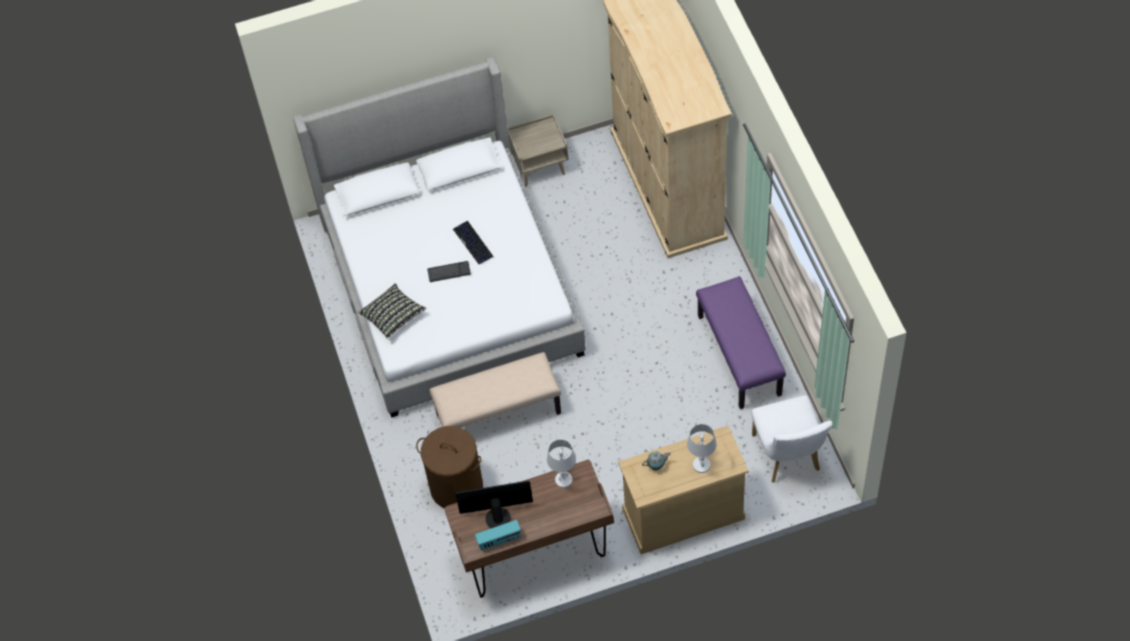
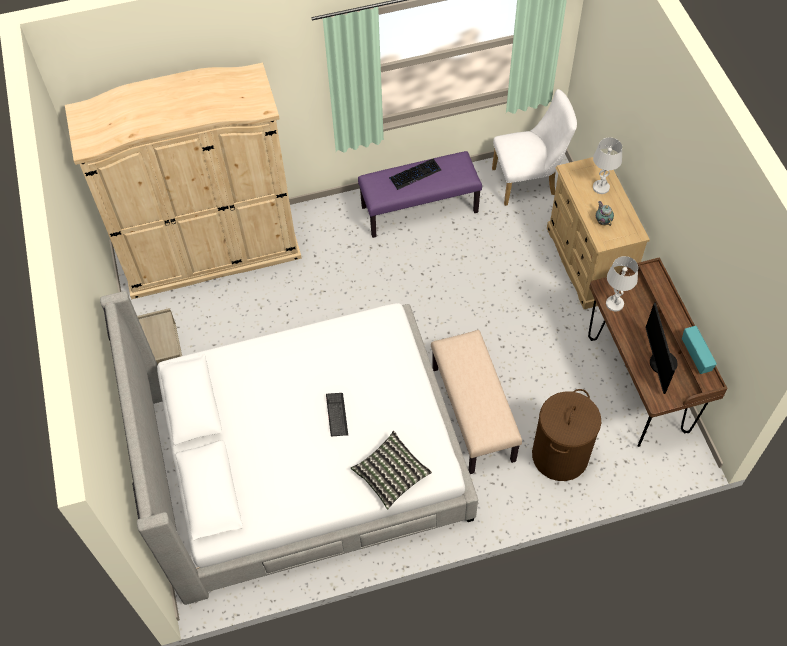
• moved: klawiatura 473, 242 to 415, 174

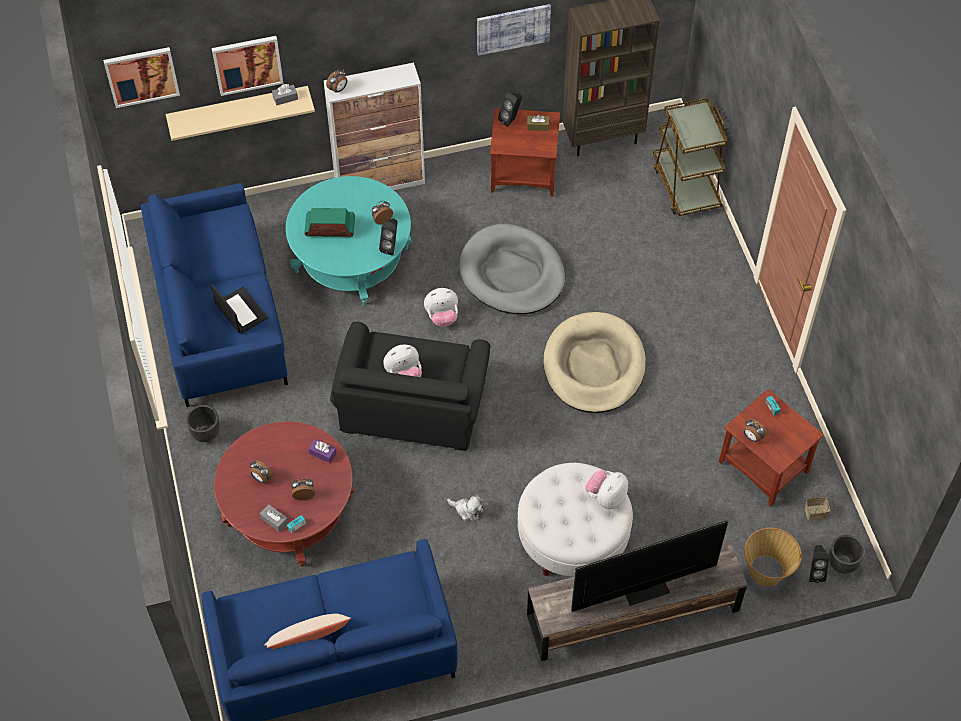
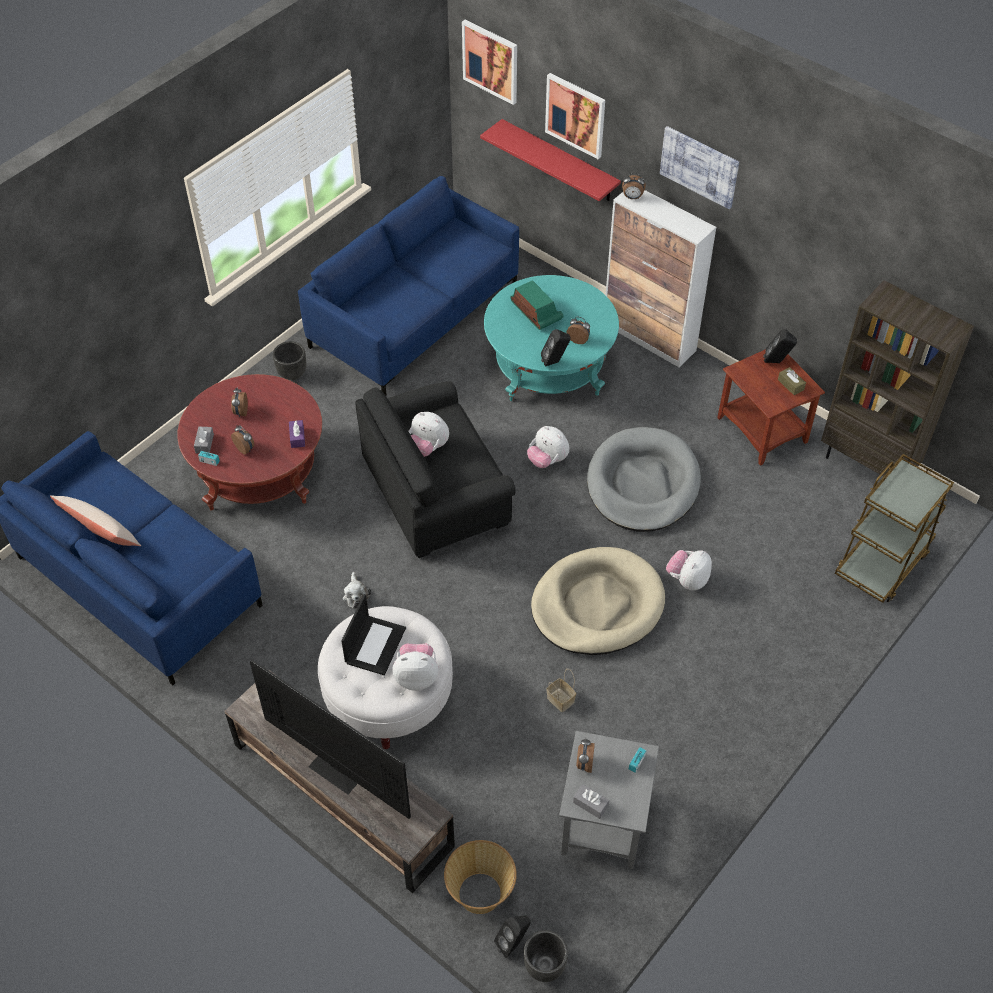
• added: pluszak 689, 570
• moved: laptop 239, 309 to 373, 634
• moved: pudełko chusteczek [szary] 285, 94 to 591, 801
• moved: obraz 514, 30 to 699, 167
• moved: koszyk 817, 503 to 561, 690
• recoloured: półka [beżowy] 240, 113 to półka [czerwony] 550, 160
• recoloured: stolik [brązowy] 771, 448 to stolik [szary] 609, 800

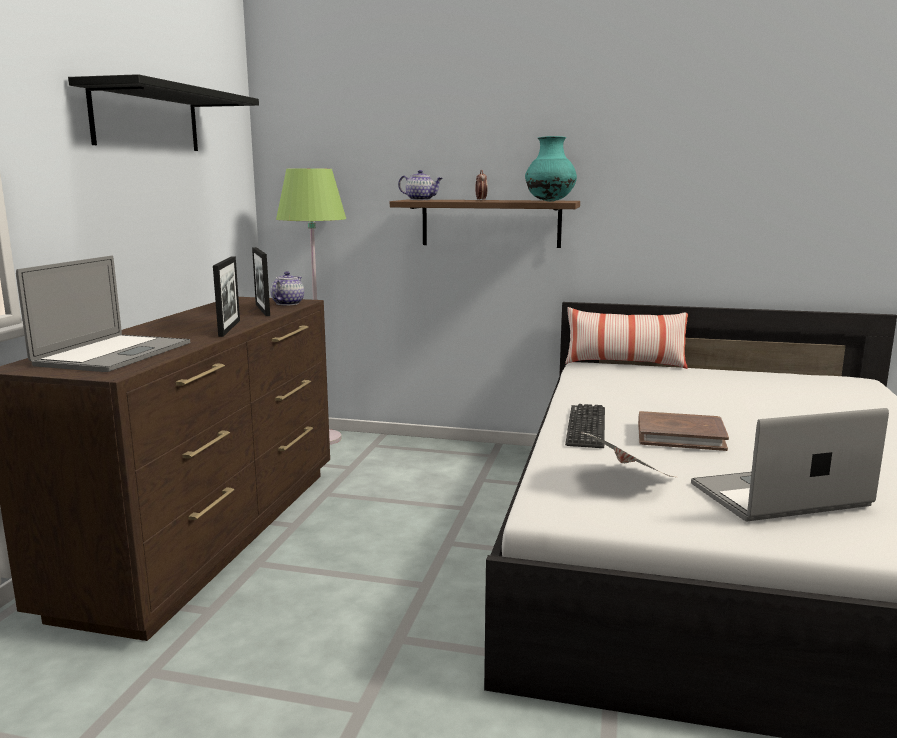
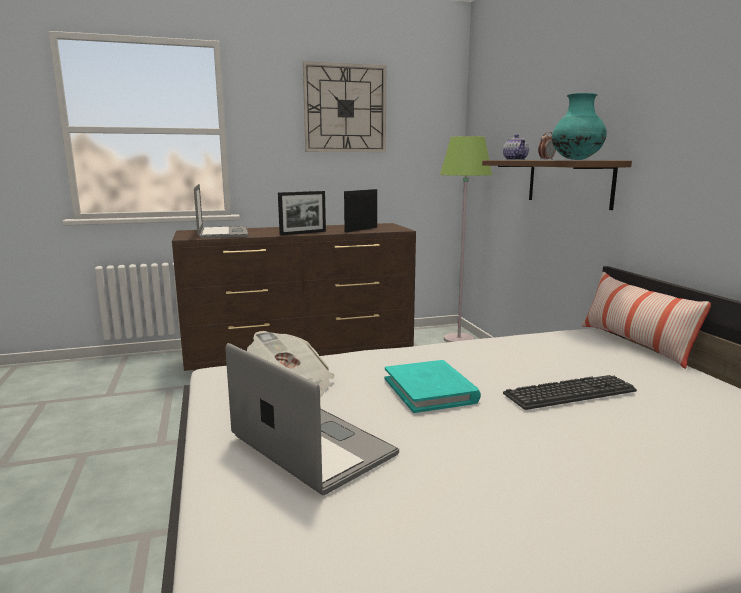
• removed: imbryk 287, 288
• moved: klawiatura 585, 426 to 570, 392
• replaced: półka [czarny] 163, 112 to zegar ścienny 344, 106
• recoloured: książka [brązowy] 683, 431 to książka [turkusowy] 433, 386
• turned: laptop 103, 314 = 221, 211 90 degrees counterclockwise

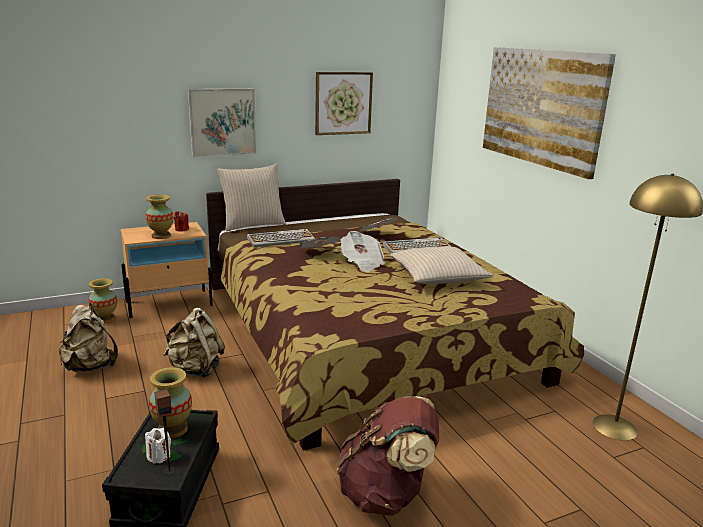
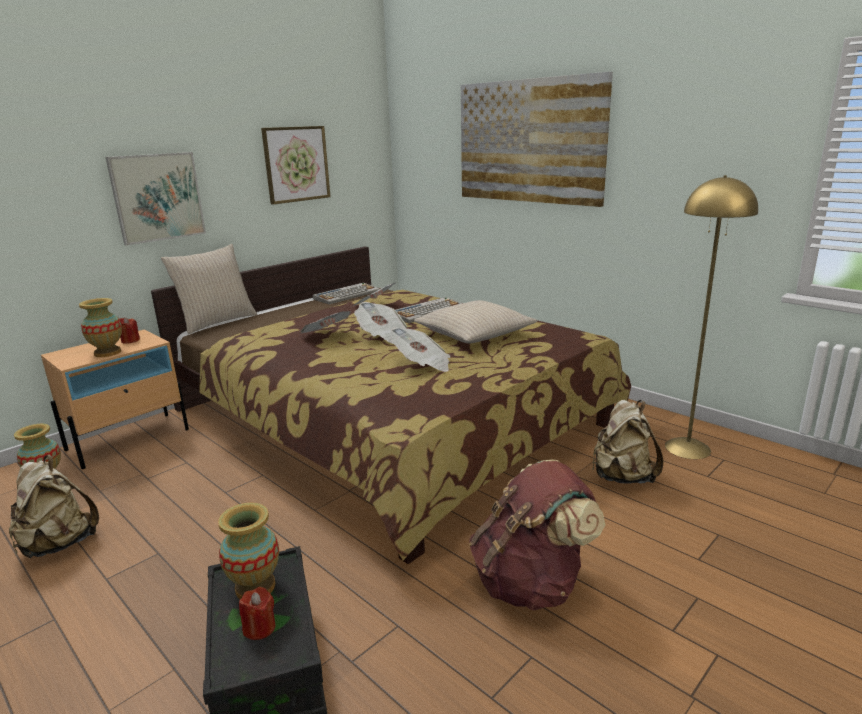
• removed: głośnik 165, 432
• added: gazeta 420, 350
• moved: plecak [beżowy] 194, 343 to 627, 442
• moved: klawiatura 281, 238 to 345, 293
• recoloured: świeca [biały] 158, 446 to świeca [czerwony] 257, 613

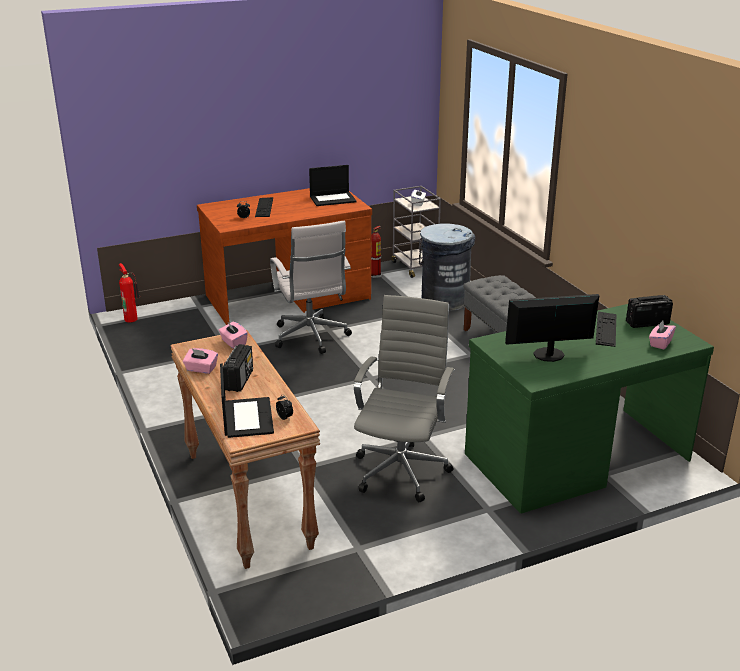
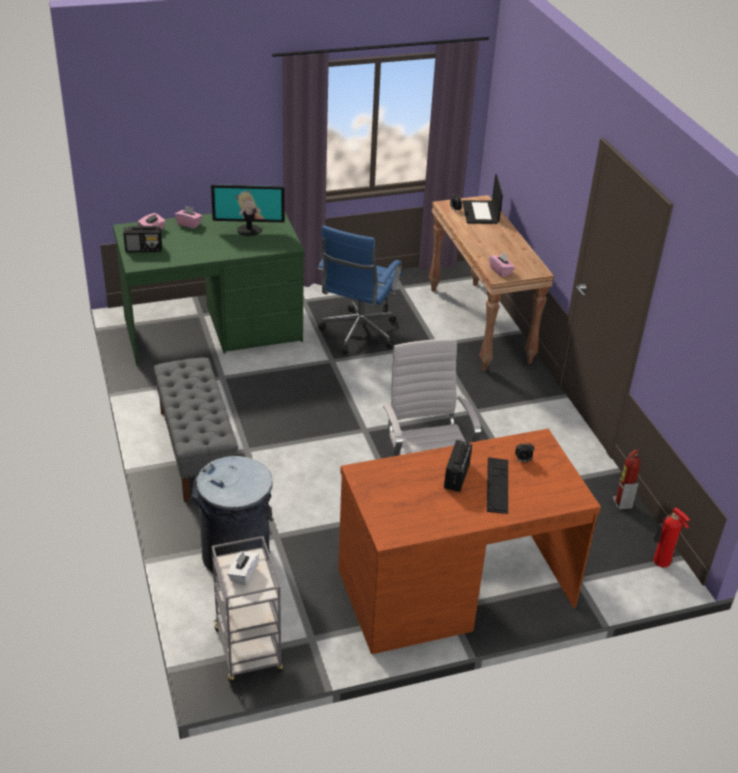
• removed: laptop 333, 185
• removed: klawiatura 606, 329
• moved: pudełko chusteczek [różowy] 200, 361 to 188, 217
• moved: radio 238, 368 to 458, 466
• moved: gaśnica 376, 252 to 626, 480
• recoloured: krzesło biurowe [szary] 404, 398 to krzesło biurowe [niebieski] 359, 289

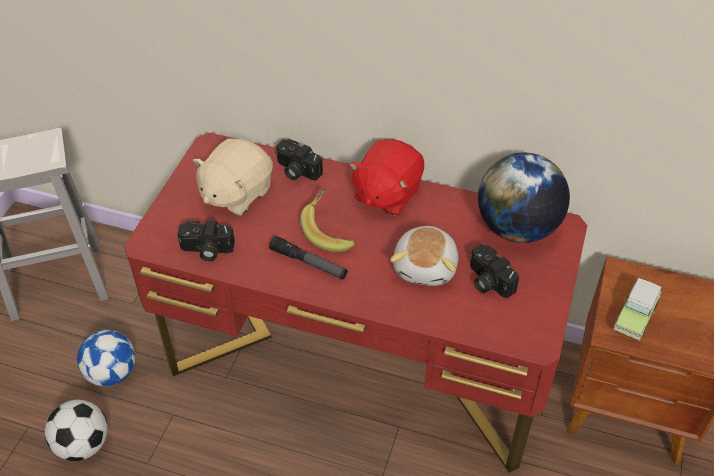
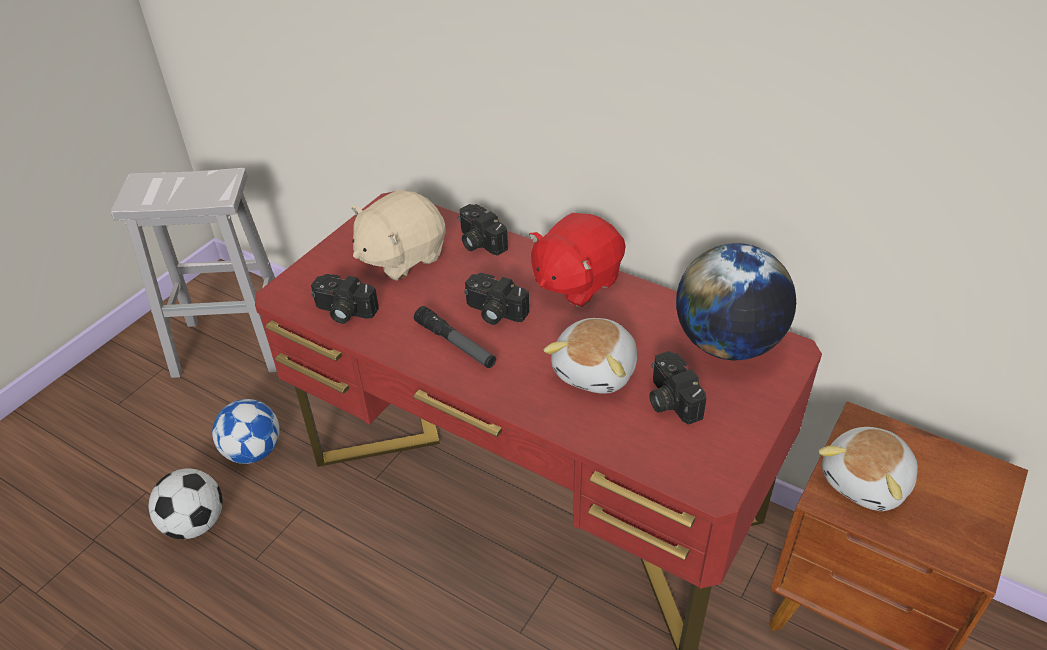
• replaced: banan 327, 219 to aparat fotograficzny 496, 299
• replaced: samochodzik 637, 309 to pluszak 868, 469

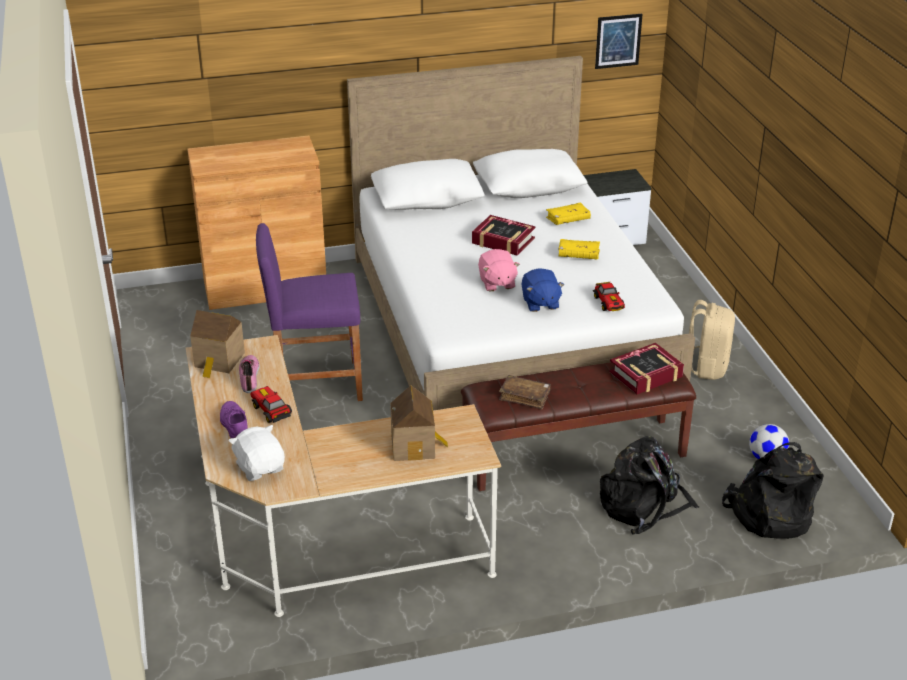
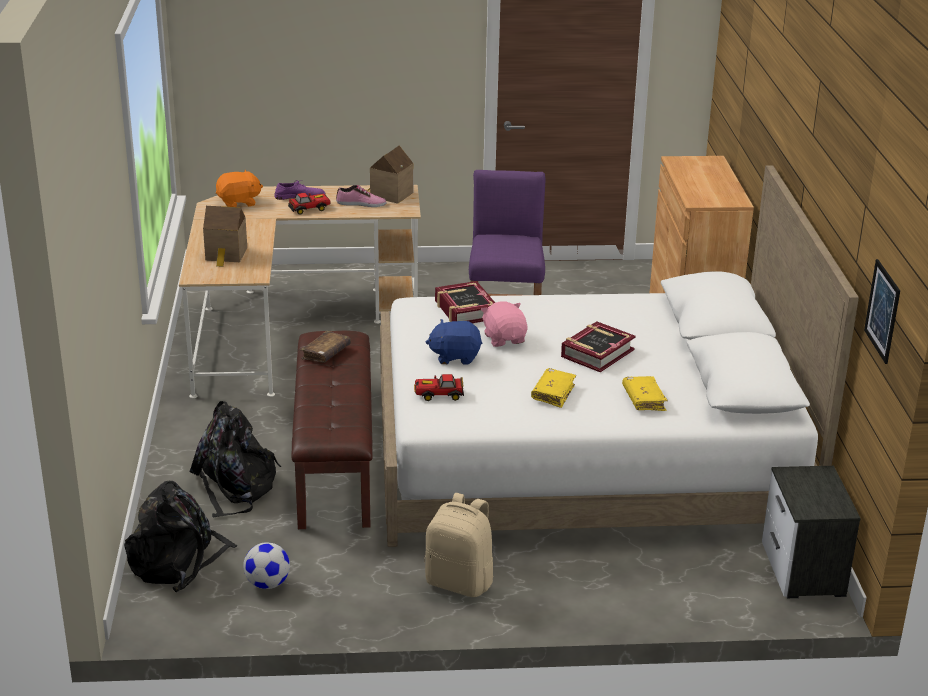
• moved: książka 646, 368 to 465, 302
• recoloured: pluszak [biały] 256, 453 to pluszak [pomarańczowy] 239, 188
• turned: pluszak [różowy] 499, 270 = 504, 324 75 degrees clockwise

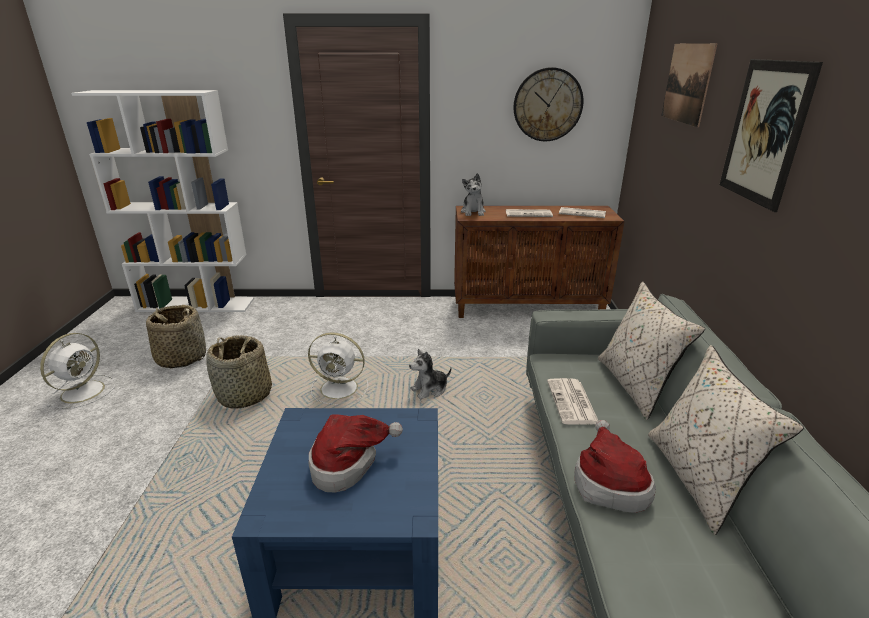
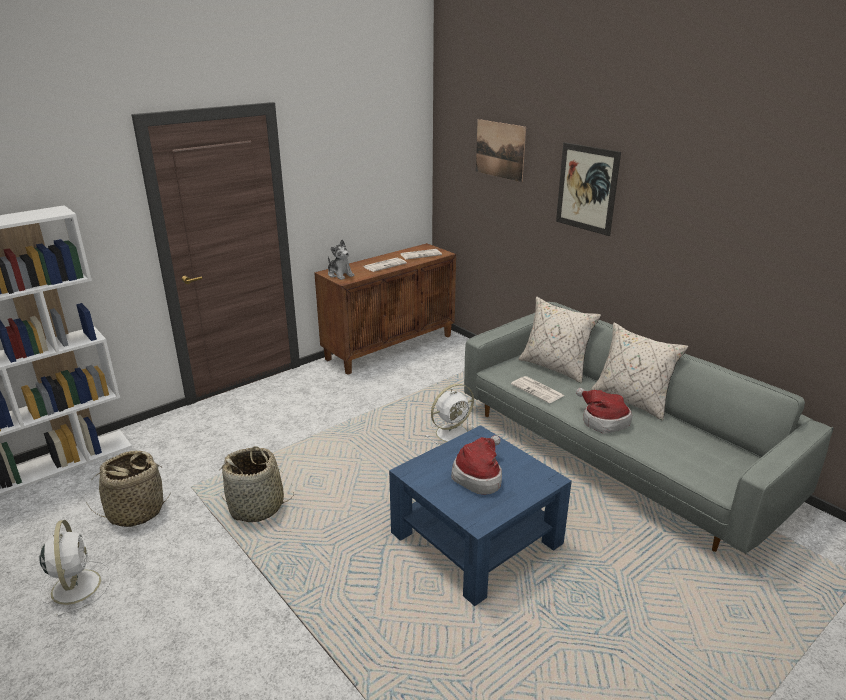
• removed: pluszak 430, 374
• removed: zegar ścienny 548, 104
• moved: wentylator [biały] 338, 368 to 449, 414

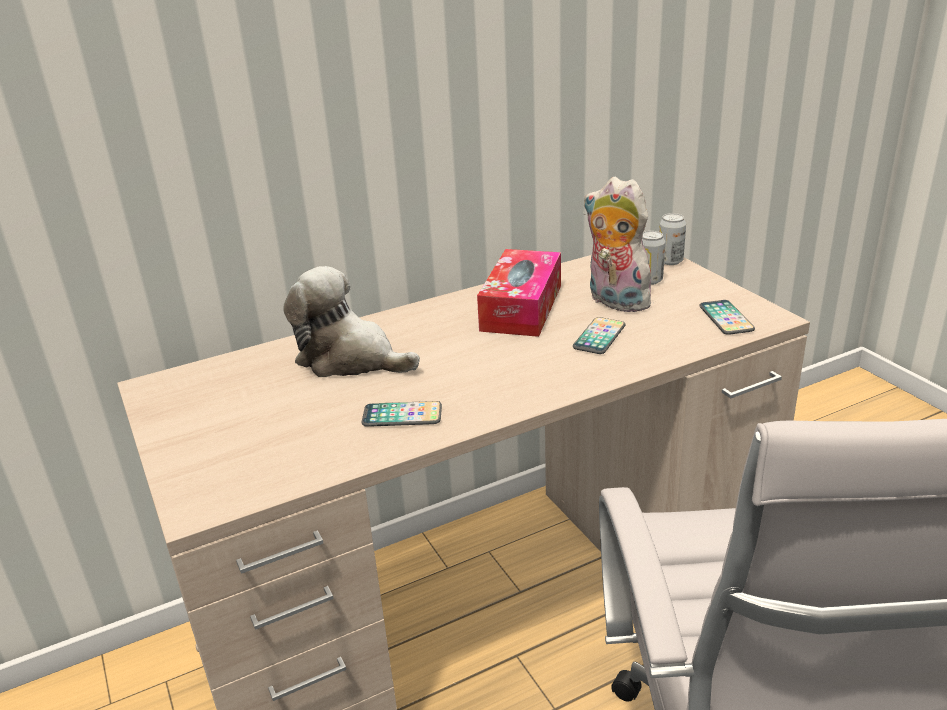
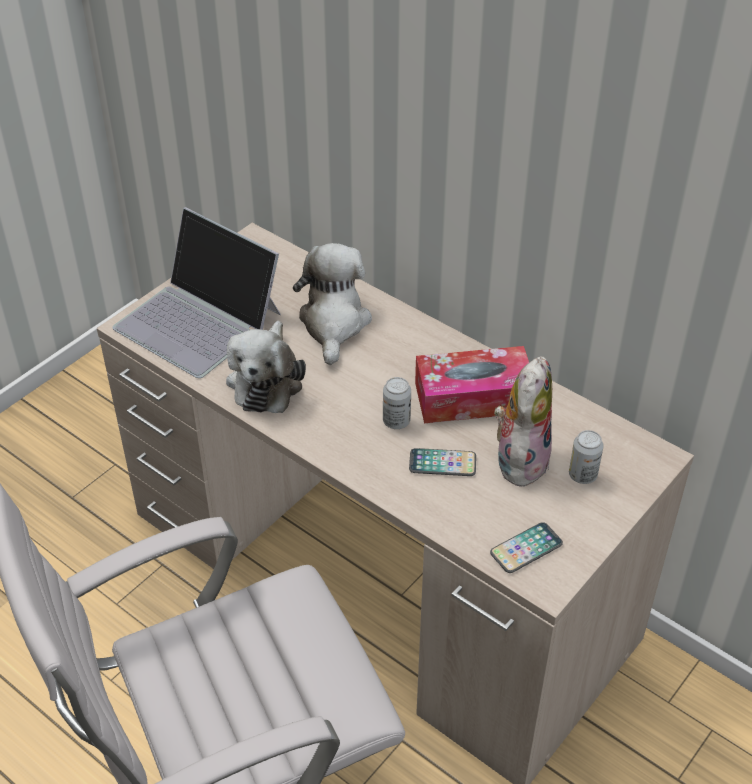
• added: laptop 196, 292
• moved: puszka 672, 239 to 397, 403
• replaced: telefon 402, 414 to pluszak 266, 367

